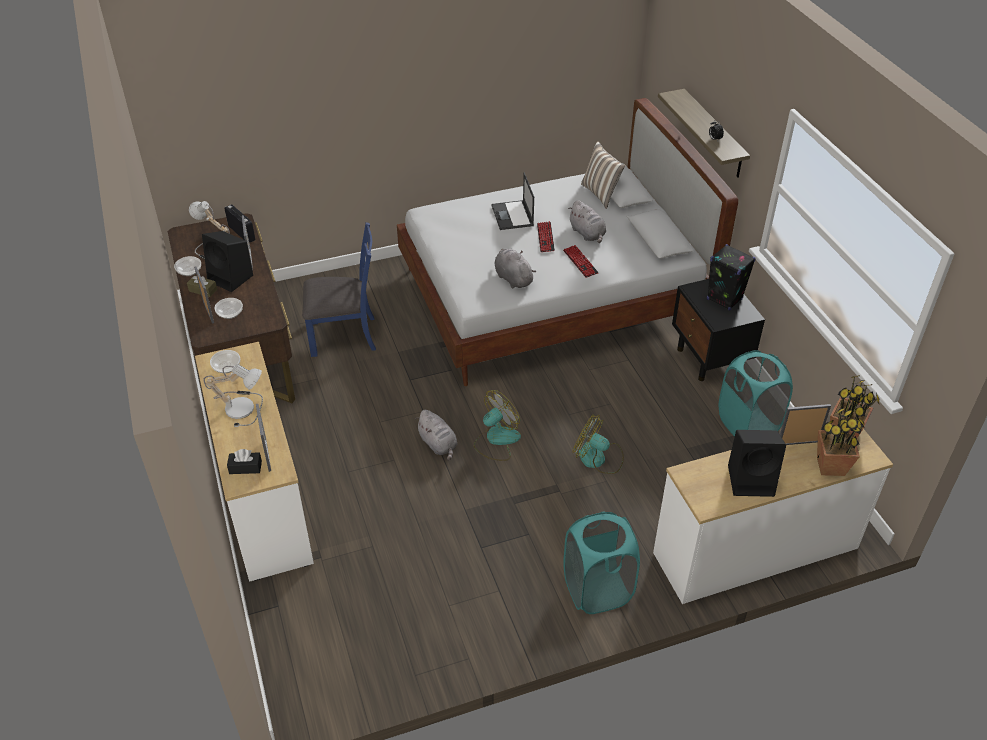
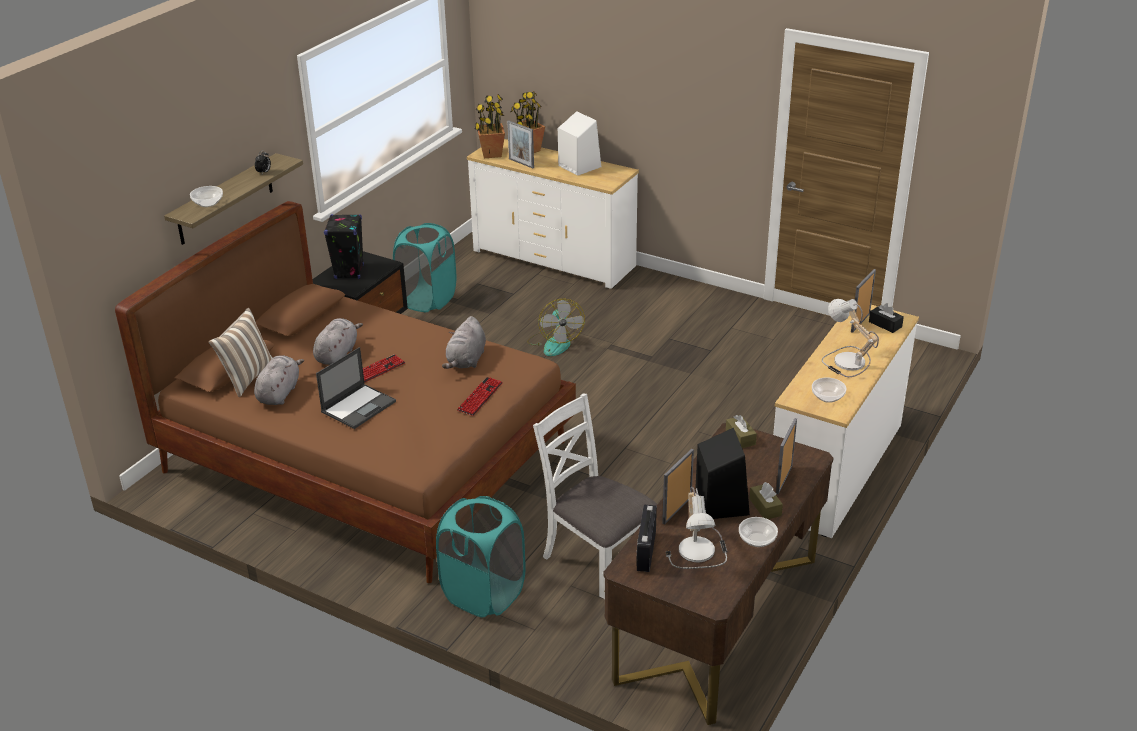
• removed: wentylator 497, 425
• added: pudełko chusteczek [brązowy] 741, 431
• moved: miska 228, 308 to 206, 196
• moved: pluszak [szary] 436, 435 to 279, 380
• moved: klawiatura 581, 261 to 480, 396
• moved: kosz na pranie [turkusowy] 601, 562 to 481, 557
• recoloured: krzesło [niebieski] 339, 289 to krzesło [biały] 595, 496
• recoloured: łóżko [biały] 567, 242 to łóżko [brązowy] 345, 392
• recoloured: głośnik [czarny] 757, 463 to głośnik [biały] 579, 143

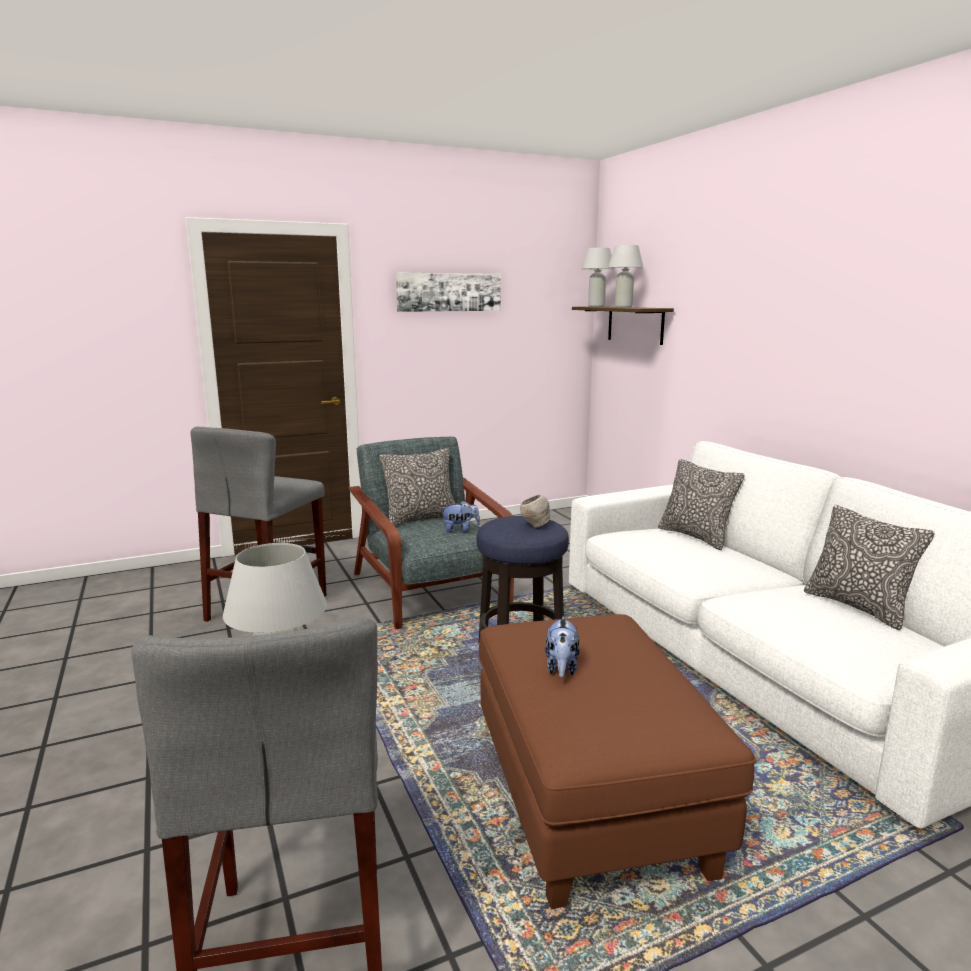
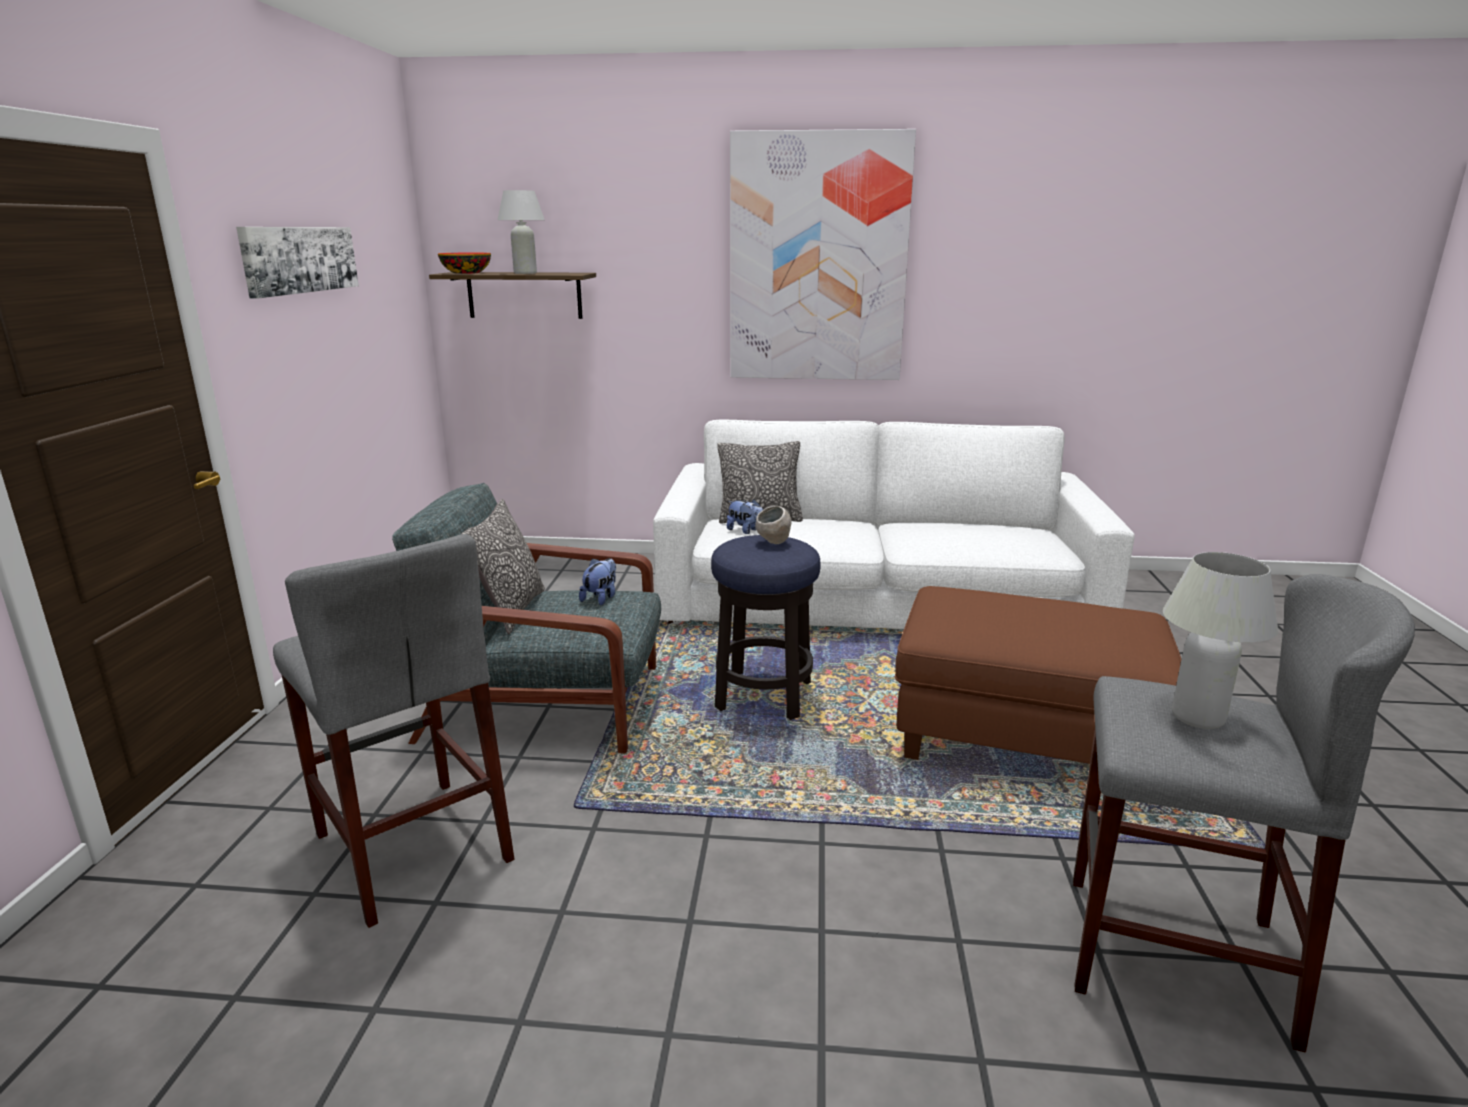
• removed: poduszka 869, 567
• added: obraz 823, 254
• moved: pluszak 562, 647 to 745, 516
• replaced: lampa stołowa [biały] 598, 277 to miska 464, 263

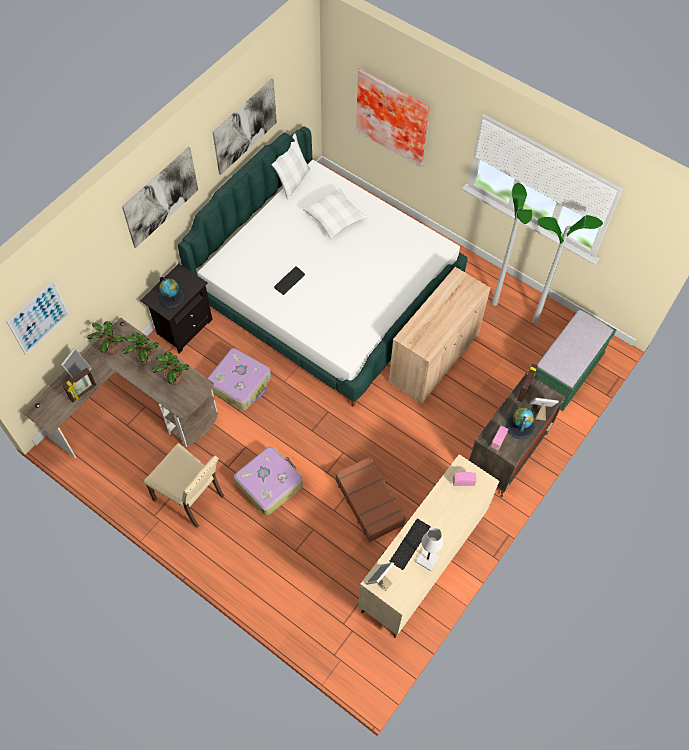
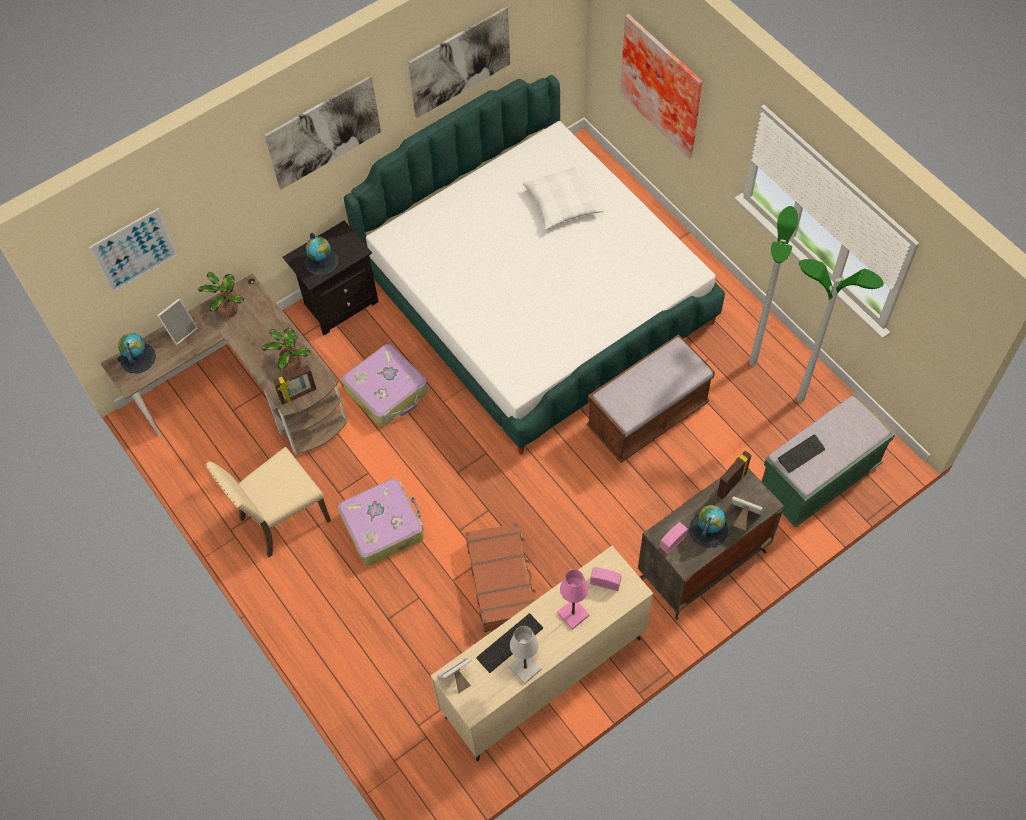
• removed: roślina doniczkowa 140, 349
• removed: poduszka [biały] 290, 166
• added: globus 137, 353
• added: lampa stołowa [różowy] 573, 599
• moved: ramka na zdjęcie 79, 385 to 294, 385
• moved: klawiatura 289, 280 to 801, 454
• replaced: szafka [beżowy] 439, 335 to ławka [brązowy] 651, 398
• turned: krzesło [beżowy] 184, 485 = 268, 502 90 degrees clockwise

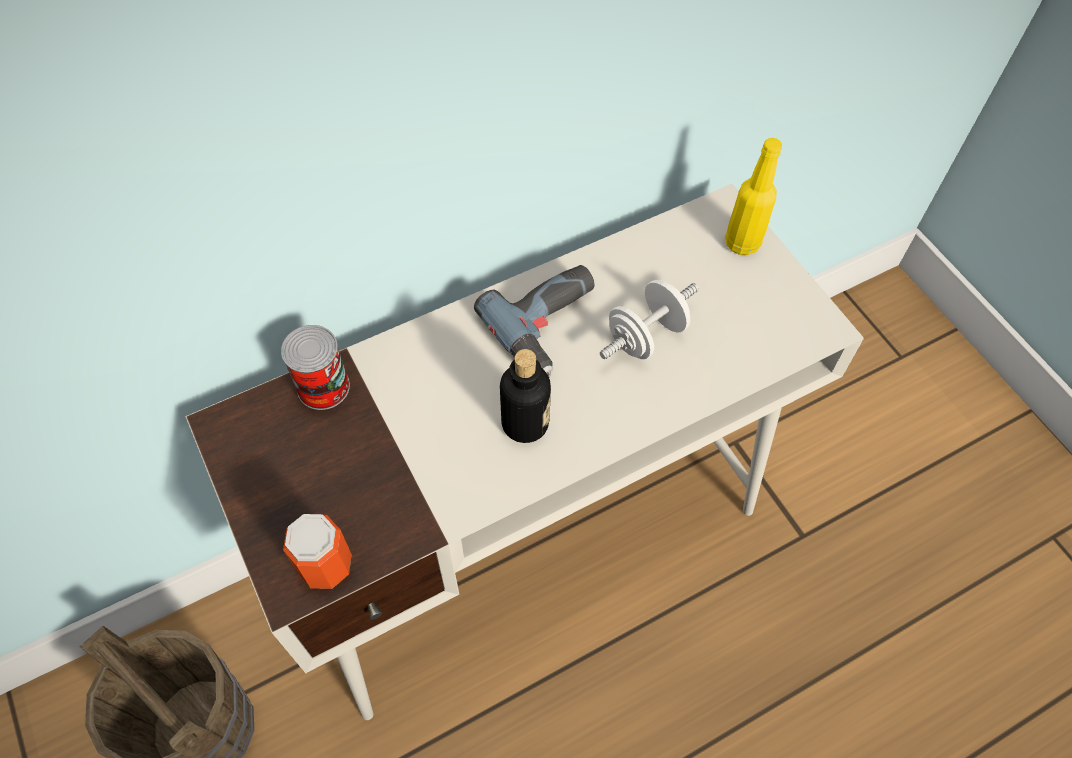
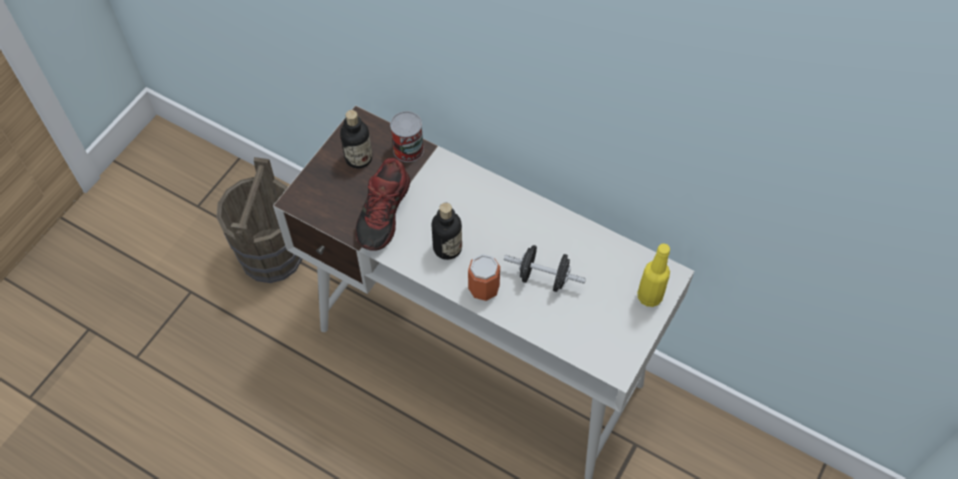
• removed: wiertarka 534, 321
• added: butelka 356, 139
• added: but 382, 204
• moved: puszka 317, 551 to 484, 277
• recoloured: hantel [biały] 649, 319 to hantel [czarny] 545, 268

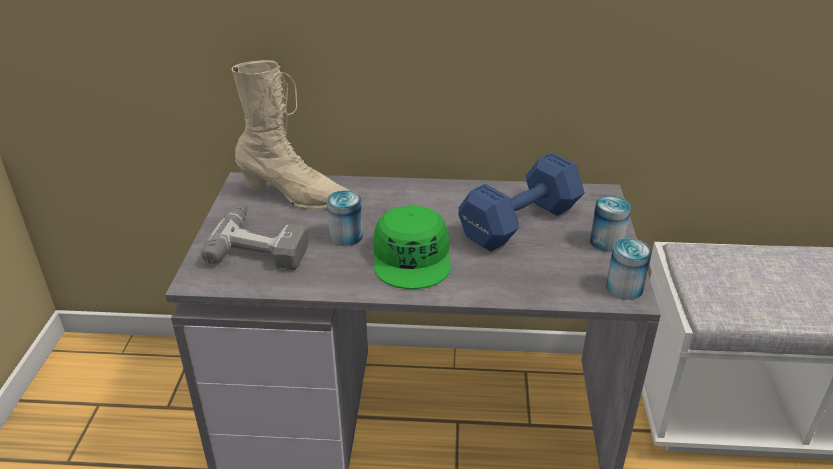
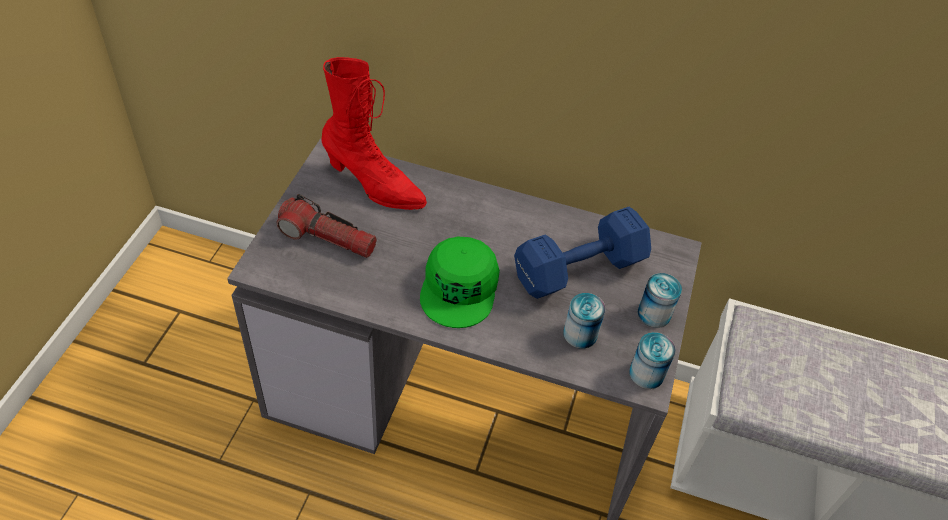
• moved: puszka 345, 218 to 584, 321
• replaced: wiertarka 255, 236 to latarka 327, 226
• recoloured: but z cholewką [beżowy] 290, 135 to but z cholewką [czerwony] 374, 133

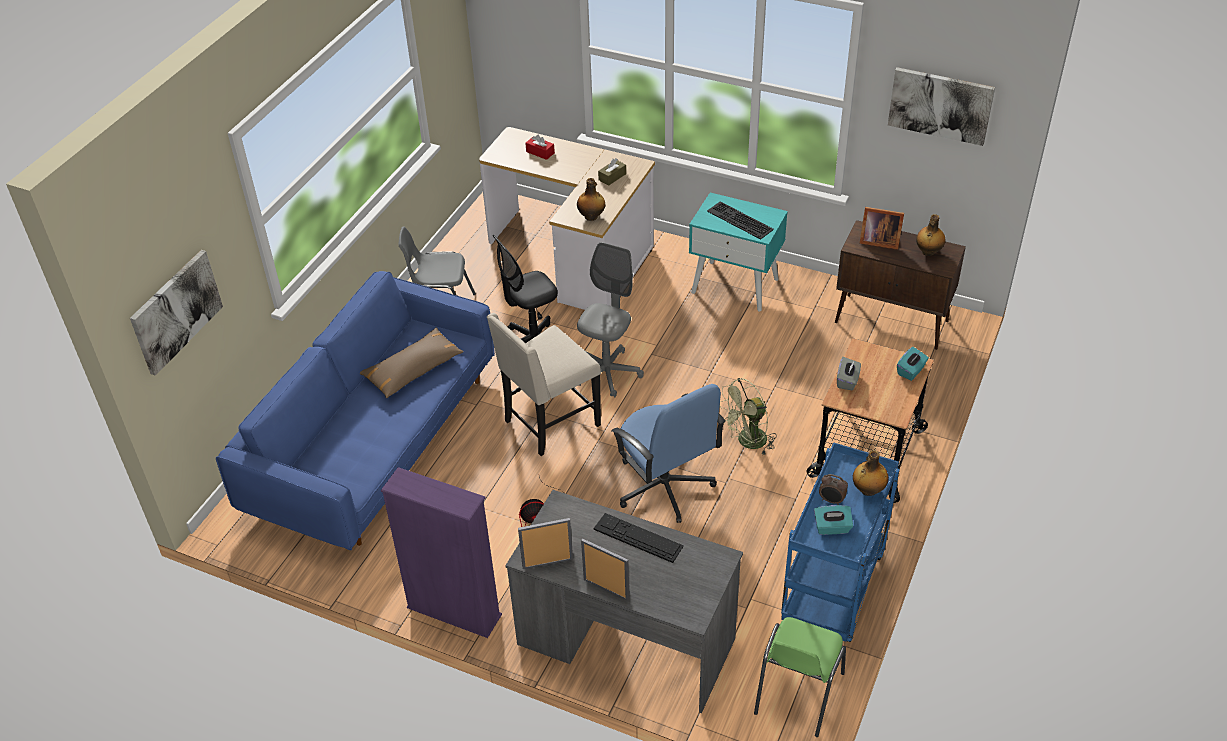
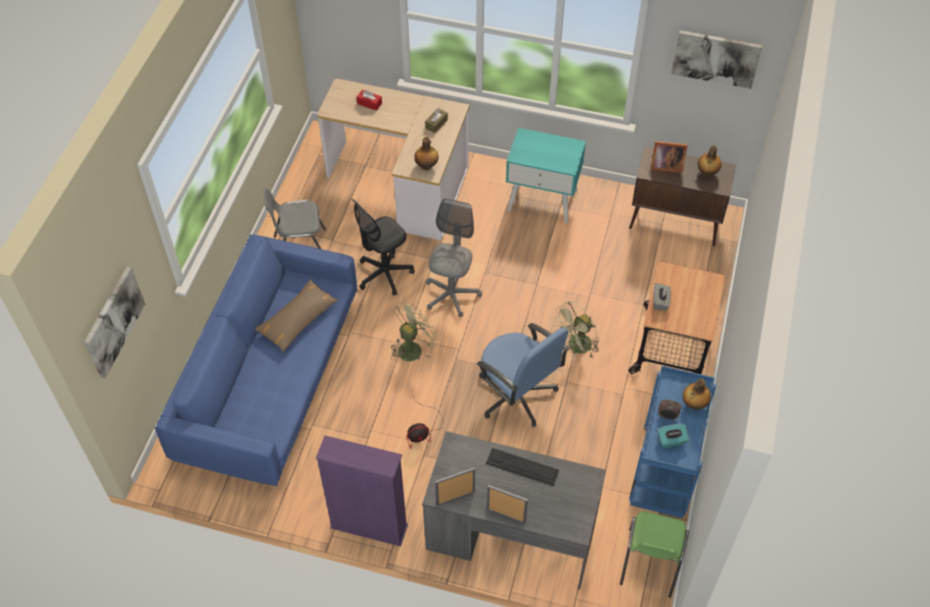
• removed: klawiatura 740, 220
• removed: pudełko chusteczek [turkusowy] 913, 364
• replaced: krzesło [beżowy] 544, 384 to wentylator [zielony] 415, 331

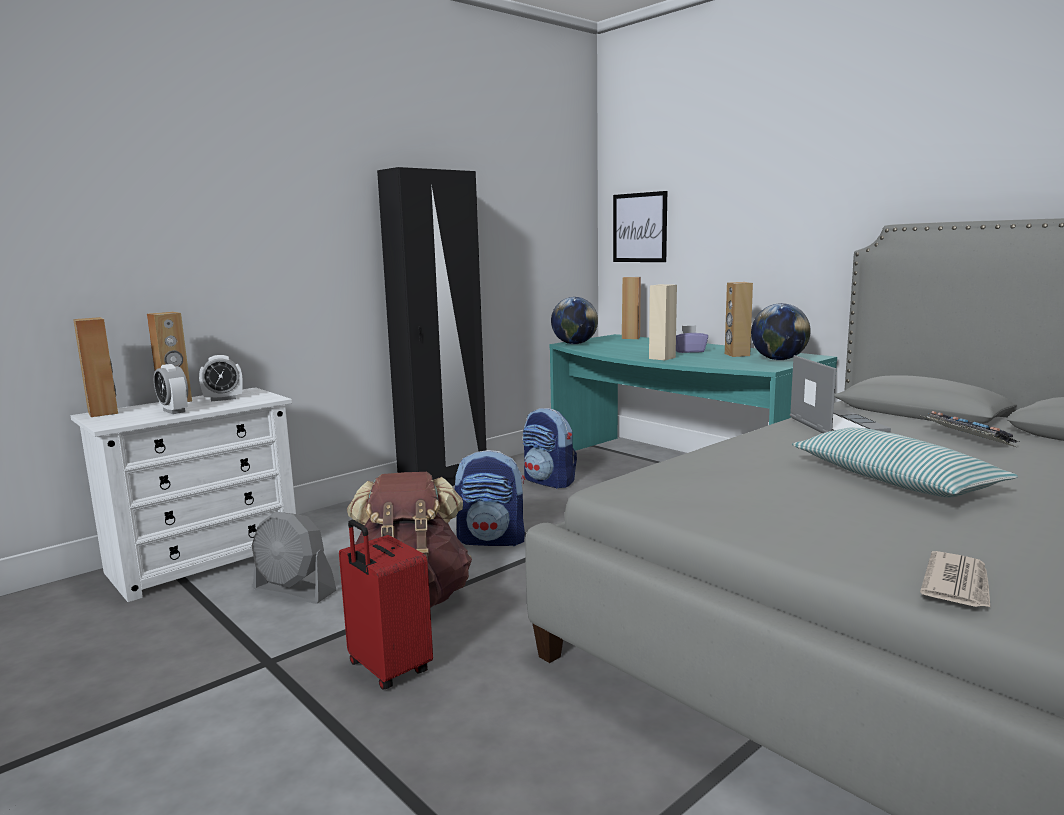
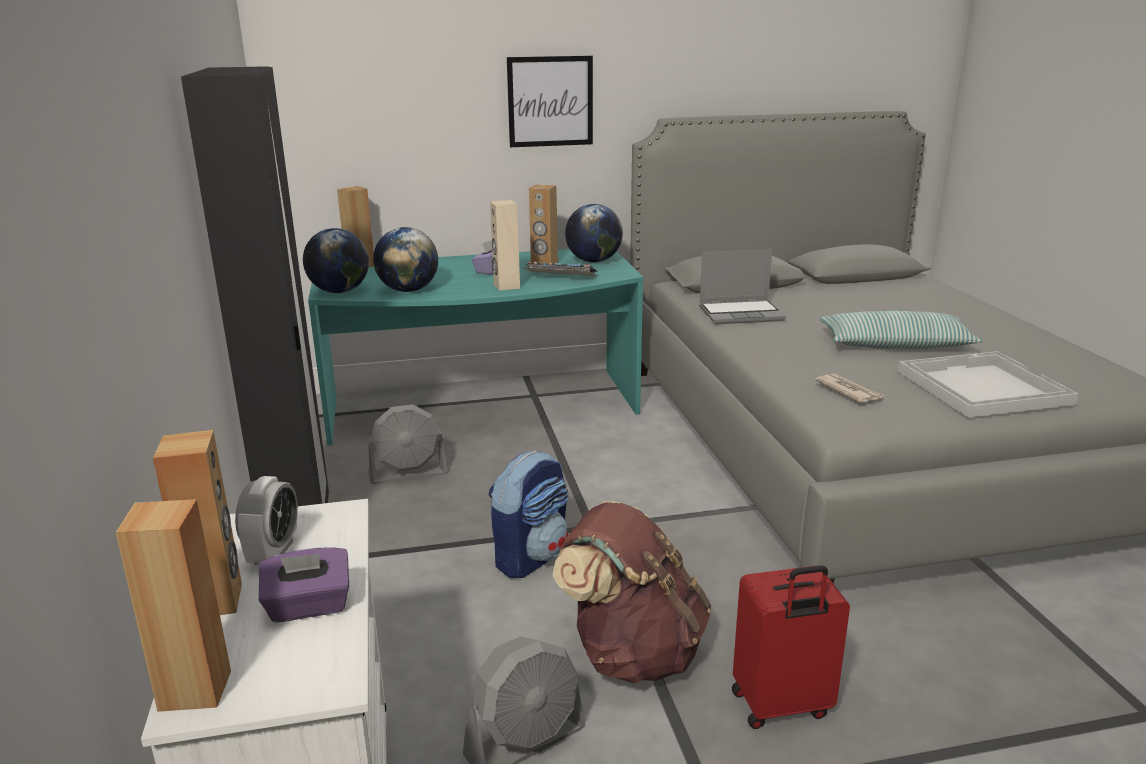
• added: globus 405, 259
• added: taca [biały] 988, 384
• moved: obraz 640, 226 to 550, 101
• moved: klawiatura 969, 429 to 560, 268
• moved: gazeta 955, 579 to 849, 388
• replaced: budzik 171, 389 to pudełko chusteczek [fioletowy] 304, 585
• replaced: plecak 550, 448 to wentylator [szary] 408, 444
• turned: laptop 840, 394 = 742, 286 150 degrees clockwise

